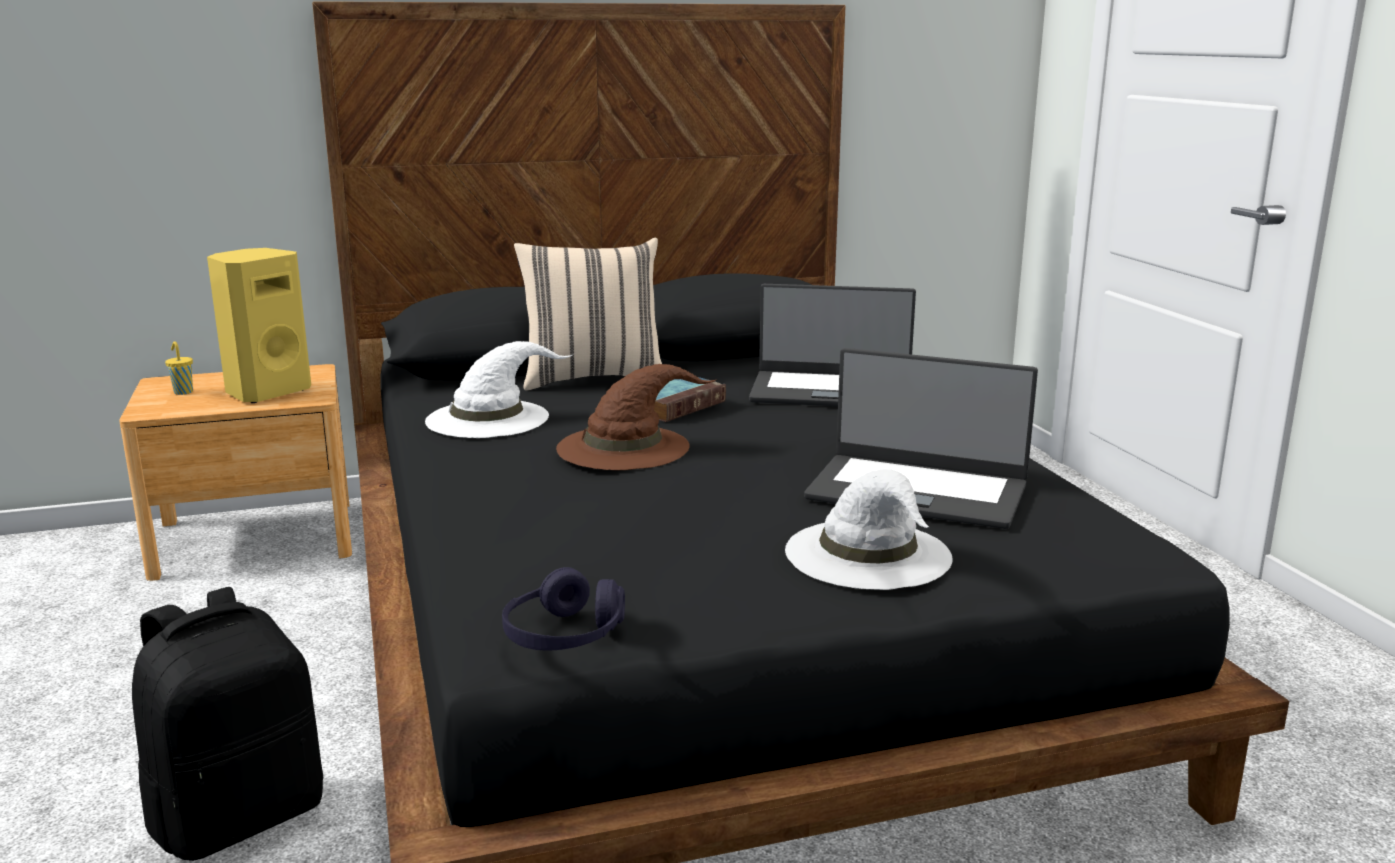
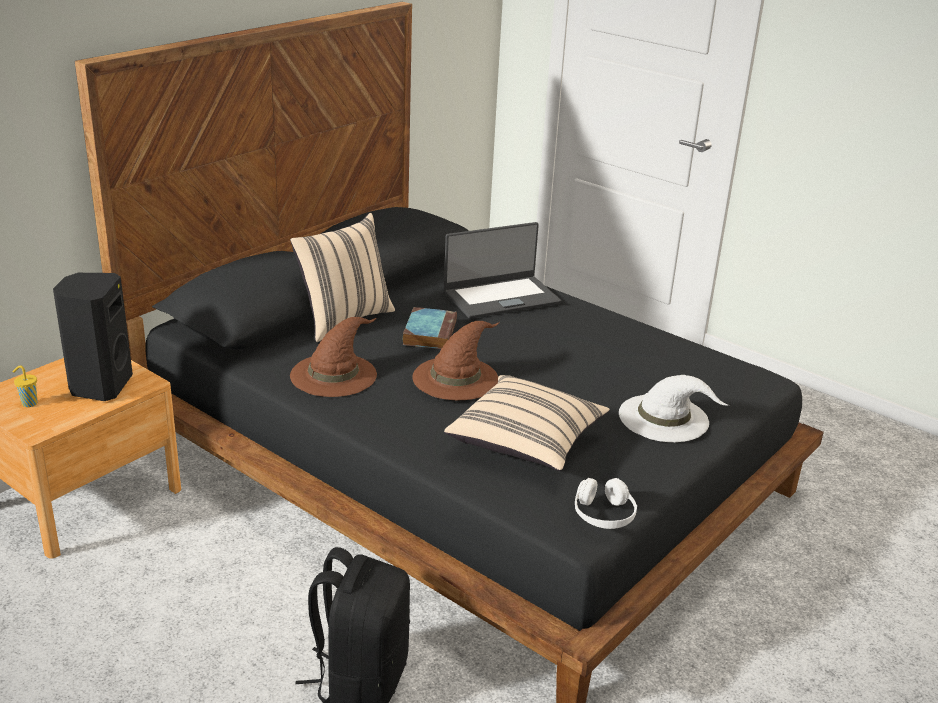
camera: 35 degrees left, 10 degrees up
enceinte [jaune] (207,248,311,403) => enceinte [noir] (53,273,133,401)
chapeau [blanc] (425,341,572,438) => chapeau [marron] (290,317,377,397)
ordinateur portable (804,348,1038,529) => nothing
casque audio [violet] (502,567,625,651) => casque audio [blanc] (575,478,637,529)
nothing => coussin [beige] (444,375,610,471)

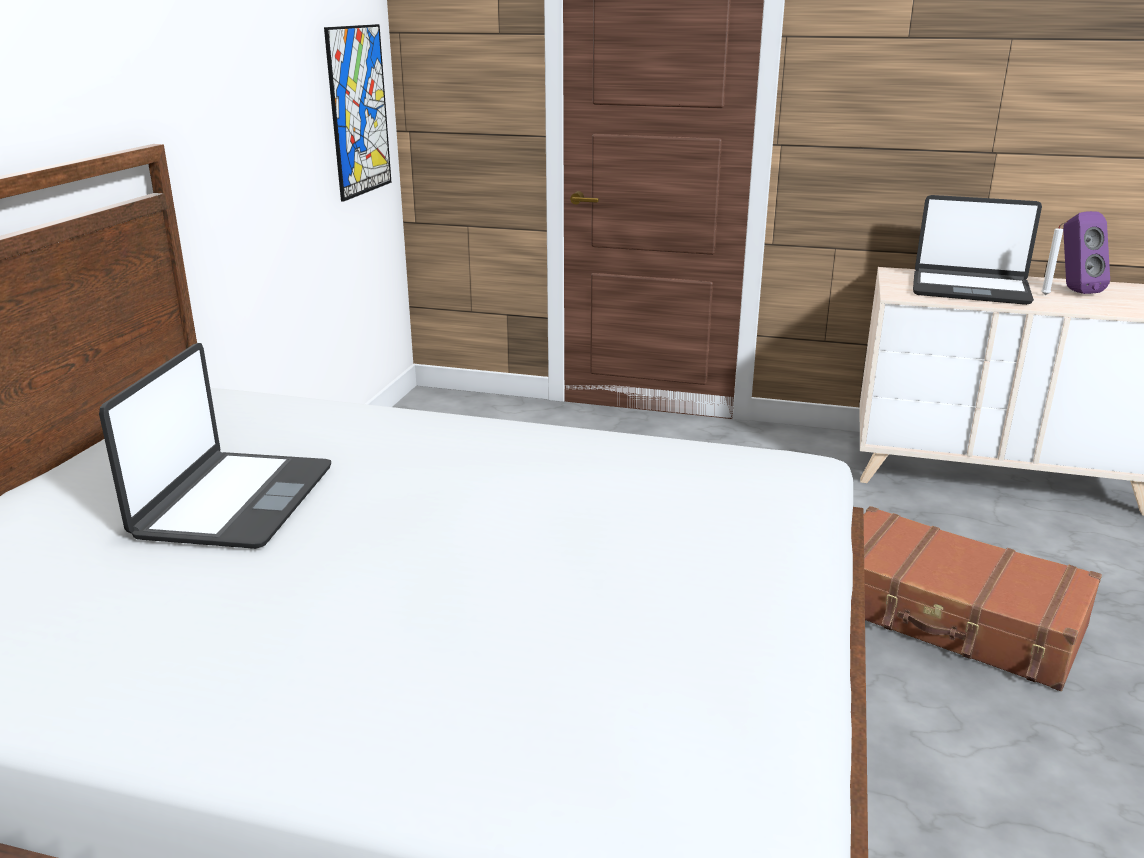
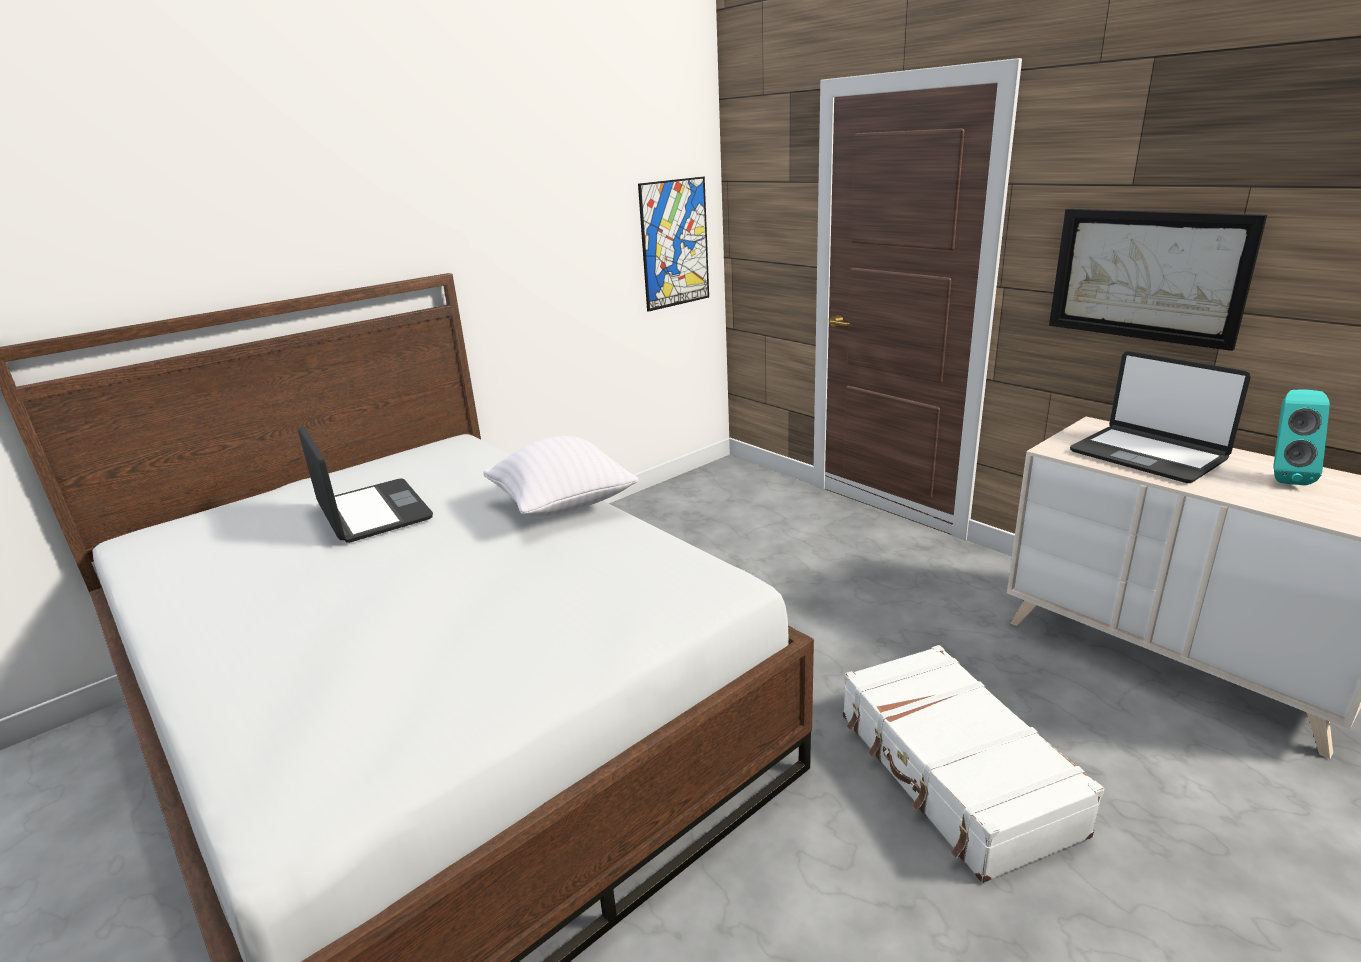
camera: 35 degrees right, 0 degrees up
enceinte [violet] (1063,211,1110,294) => enceinte [turquoise] (1273,389,1330,485)
bougie [blanc] (1041,221,1068,295) => nothing
ordinateur portable (99,343,331,549) => ordinateur portable (298,425,433,543), 75 degrees counterclockwise
valise [marron] (864,506,1102,691) => valise [blanc] (843,645,1104,883)
nothing => tableau (1049,209,1267,351)
nothing => coussin [blanc] (483,436,639,516)

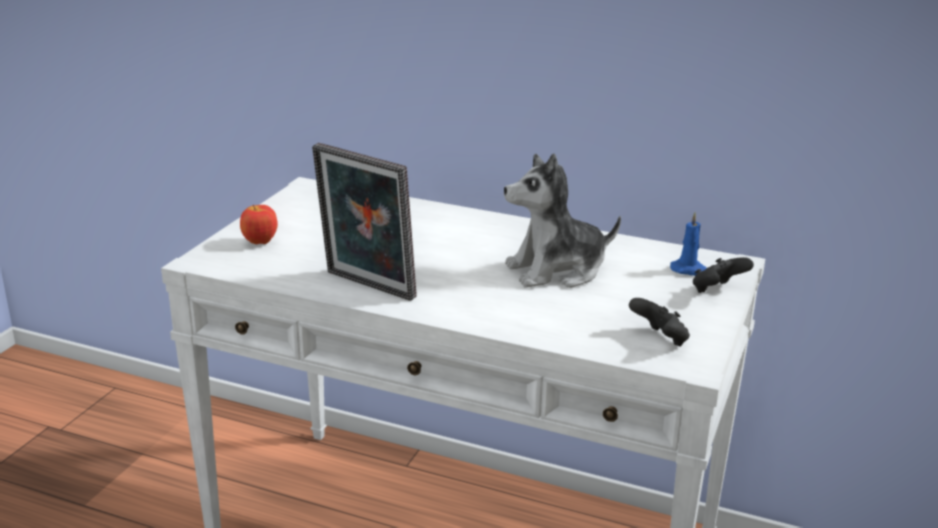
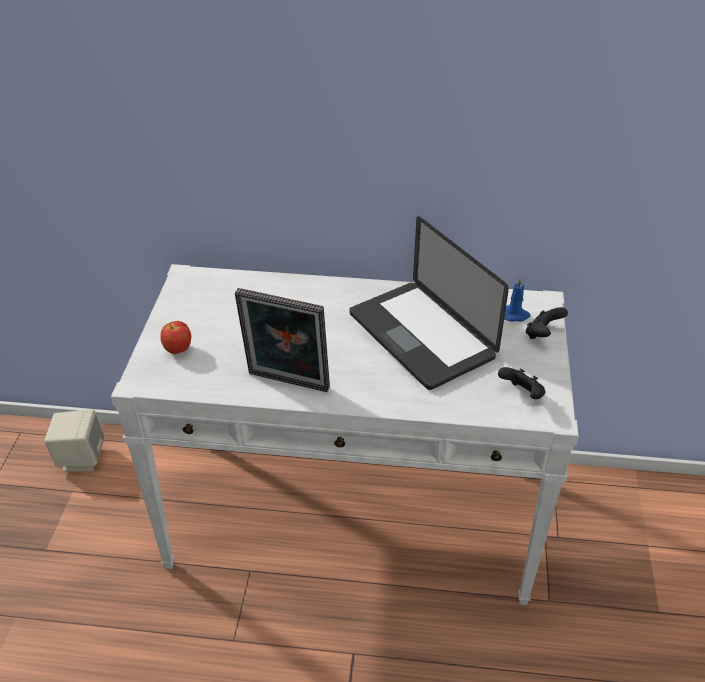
camera: 15 degrees left, 15 degrees up
peluche (504,153,621,288) => ordinateur portable (349,216,509,390)
nothing => enceinte [beige] (44,409,105,472)

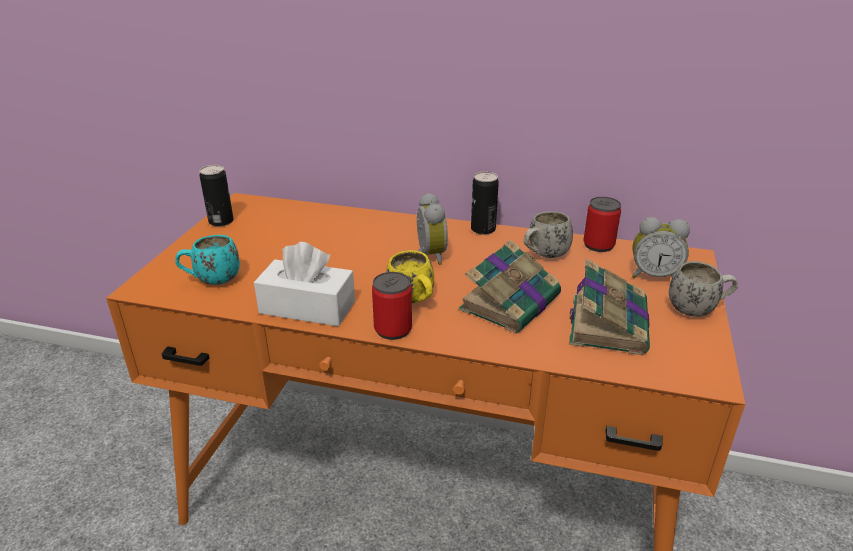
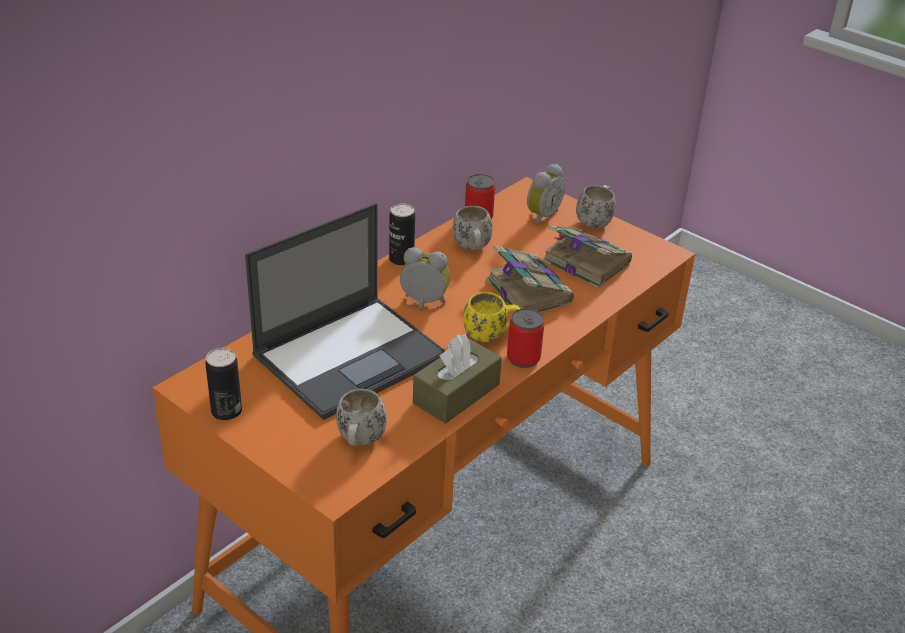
camera: 65 degrees left, 5 degrees up
mug [turquoise] (175,235,240,285) => mug [blanc] (336,389,387,446)
boîte à mouchoirs [blanc] (254,242,355,327) => boîte à mouchoirs [marron] (413,334,502,424)
nothing => ordinateur portable (245,203,446,420)

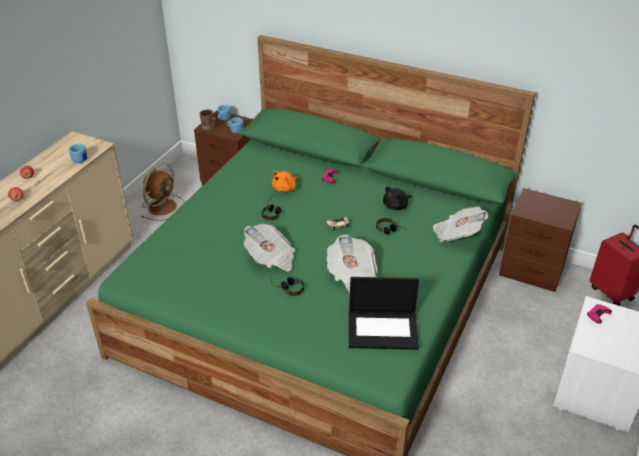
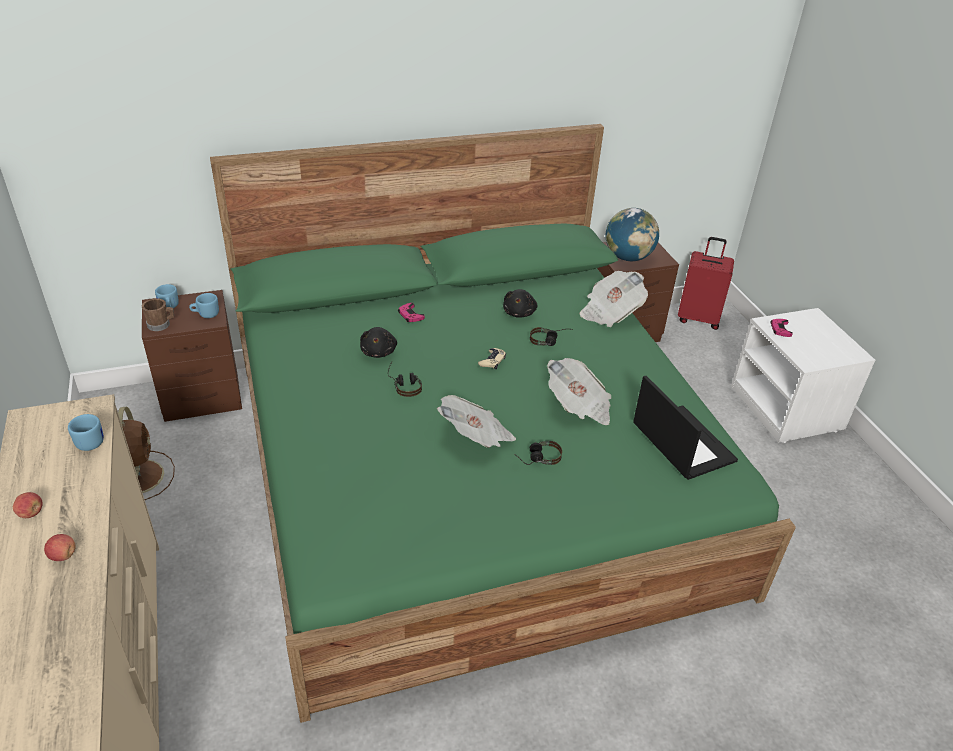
camera: 45 degrees left, 0 degrees up
peluche [orange] (272,171,299,192) => peluche [noir] (360,327,397,358)
ordinateur portable (349,277,419,350) => ordinateur portable (633,376,738,480), 75 degrees counterclockwise
nothing => globe (606,208,659,261)

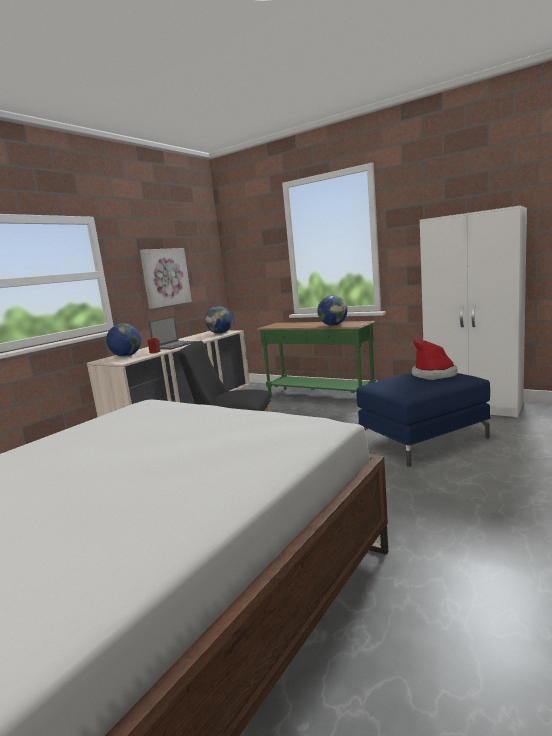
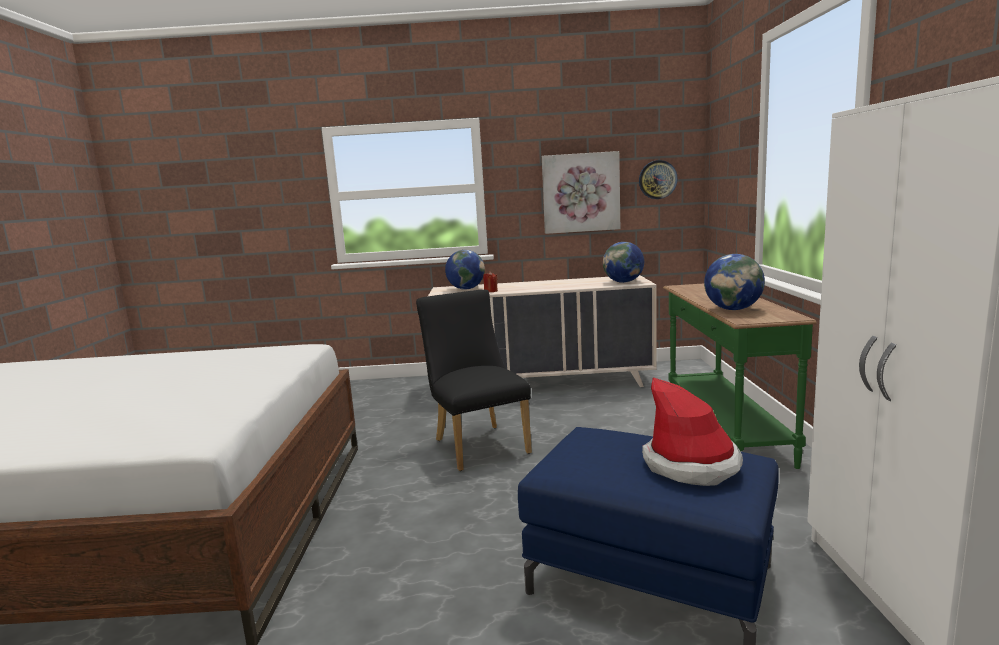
camera: 55 degrees right, 0 degrees up
ordinateur portable (148,316,197,349) => nothing
nothing => horloge murale (639,160,678,199)

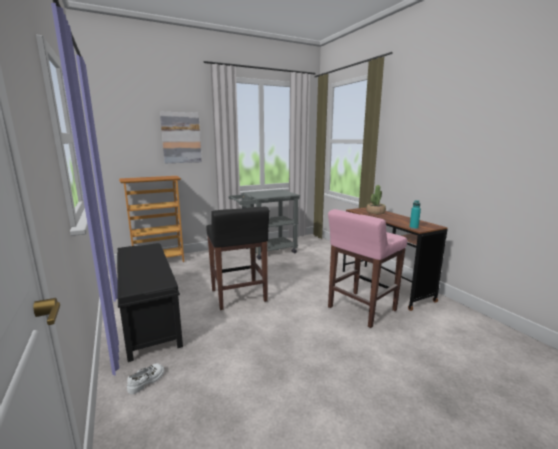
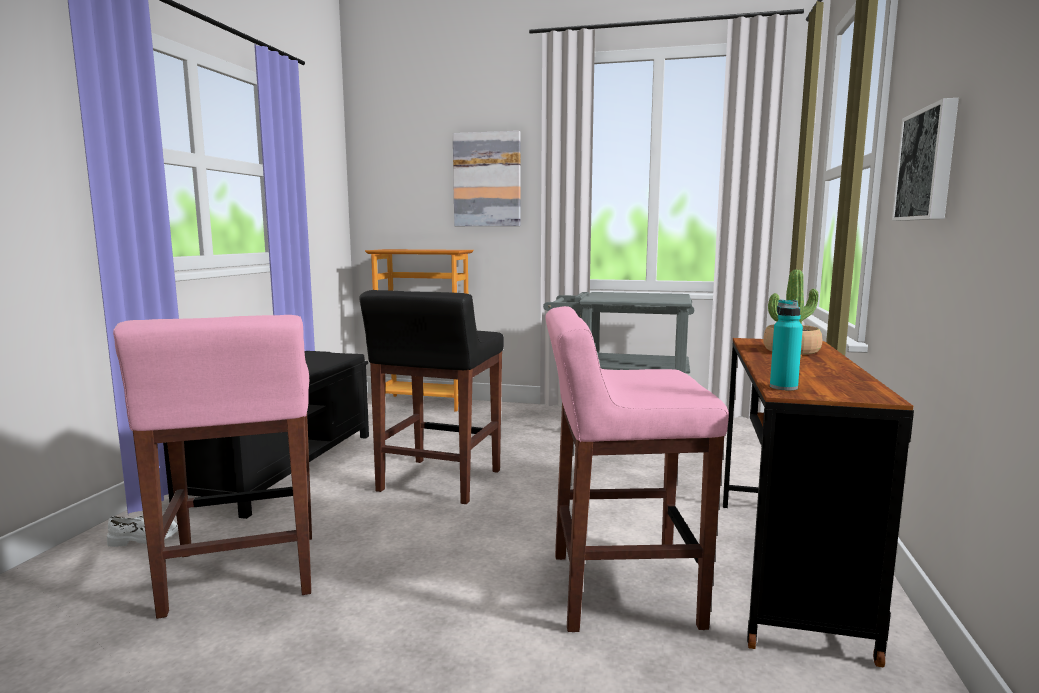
camera: 40 degrees right, 5 degrees down
nothing => tableau (892,98,959,221)
nothing => tabouret [rose] (113,315,312,619)

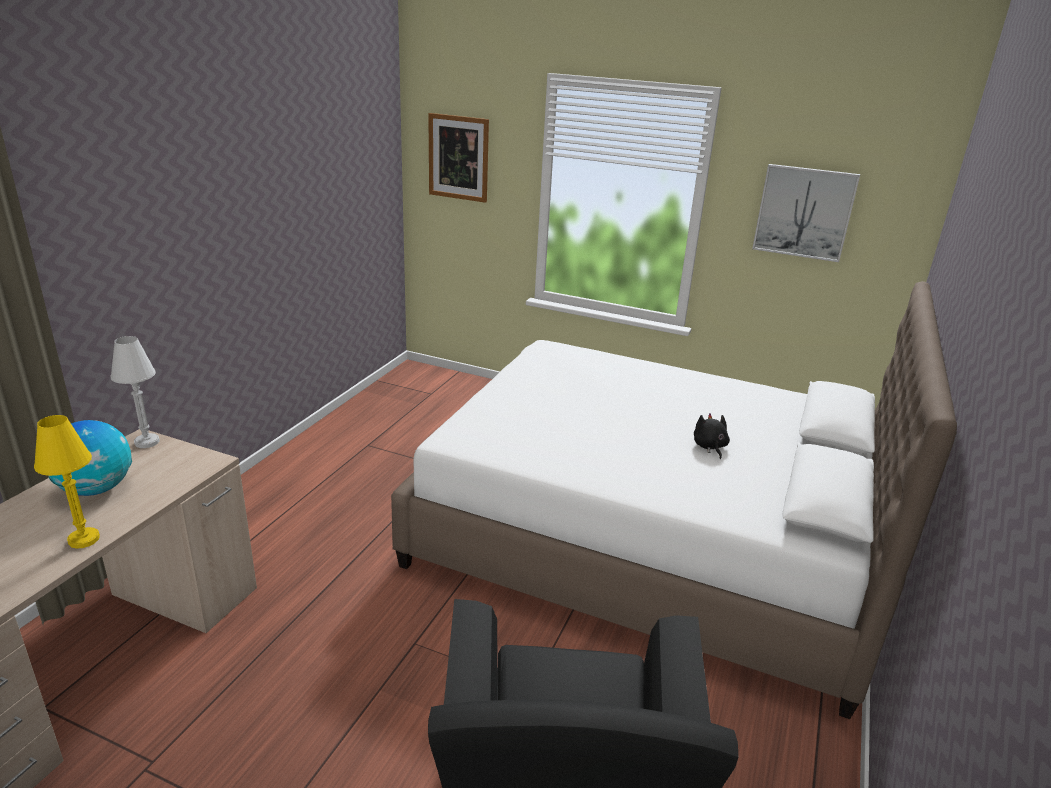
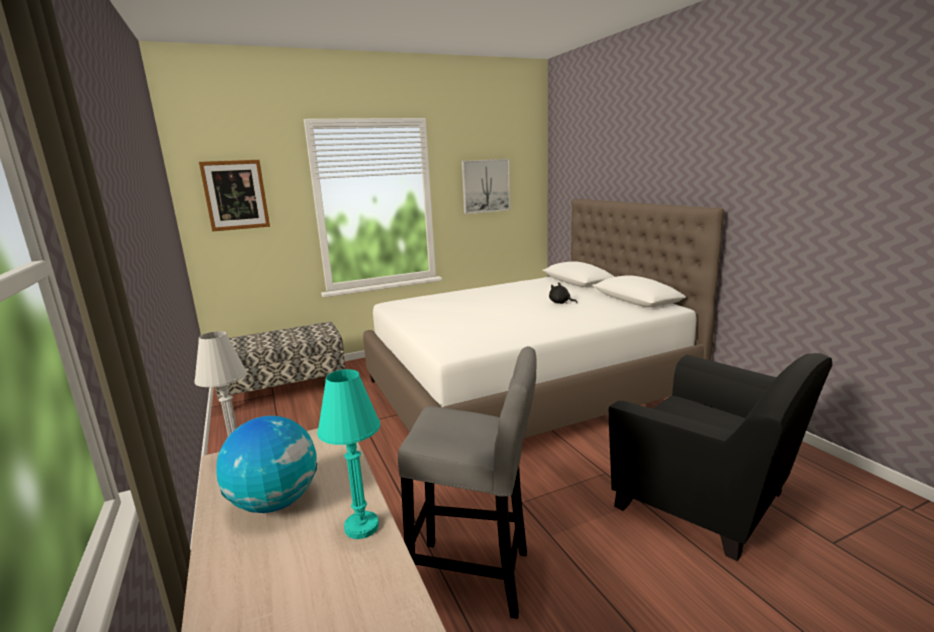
camera: 45 degrees left, 10 degrees down
lampe de table [jaune] (34,415,100,549) => lampe de table [turquoise] (317,369,380,539)
nothing => banc (215,322,346,398)
nothing => tabouret [gris] (398,346,537,619)

